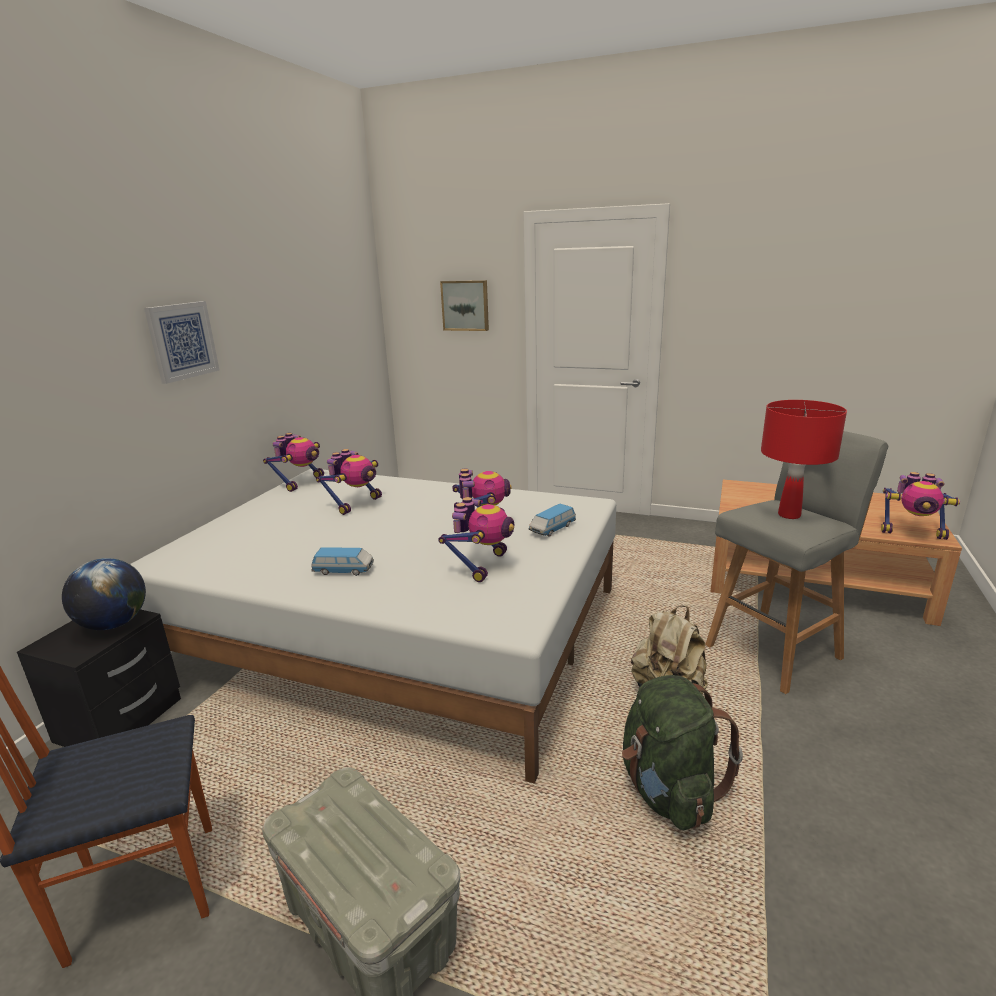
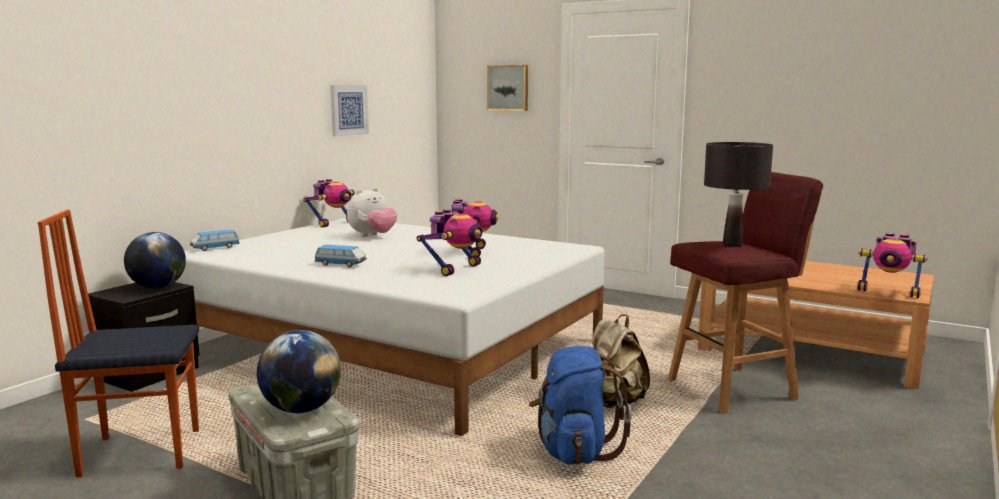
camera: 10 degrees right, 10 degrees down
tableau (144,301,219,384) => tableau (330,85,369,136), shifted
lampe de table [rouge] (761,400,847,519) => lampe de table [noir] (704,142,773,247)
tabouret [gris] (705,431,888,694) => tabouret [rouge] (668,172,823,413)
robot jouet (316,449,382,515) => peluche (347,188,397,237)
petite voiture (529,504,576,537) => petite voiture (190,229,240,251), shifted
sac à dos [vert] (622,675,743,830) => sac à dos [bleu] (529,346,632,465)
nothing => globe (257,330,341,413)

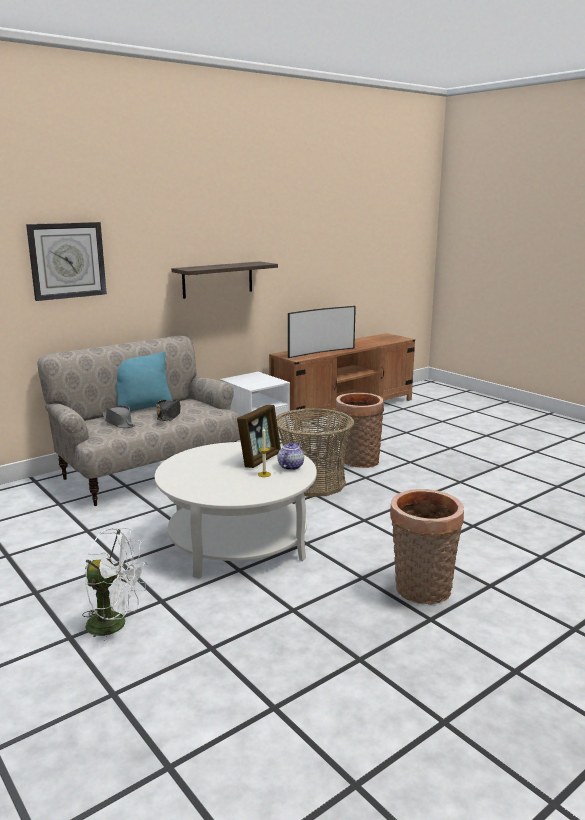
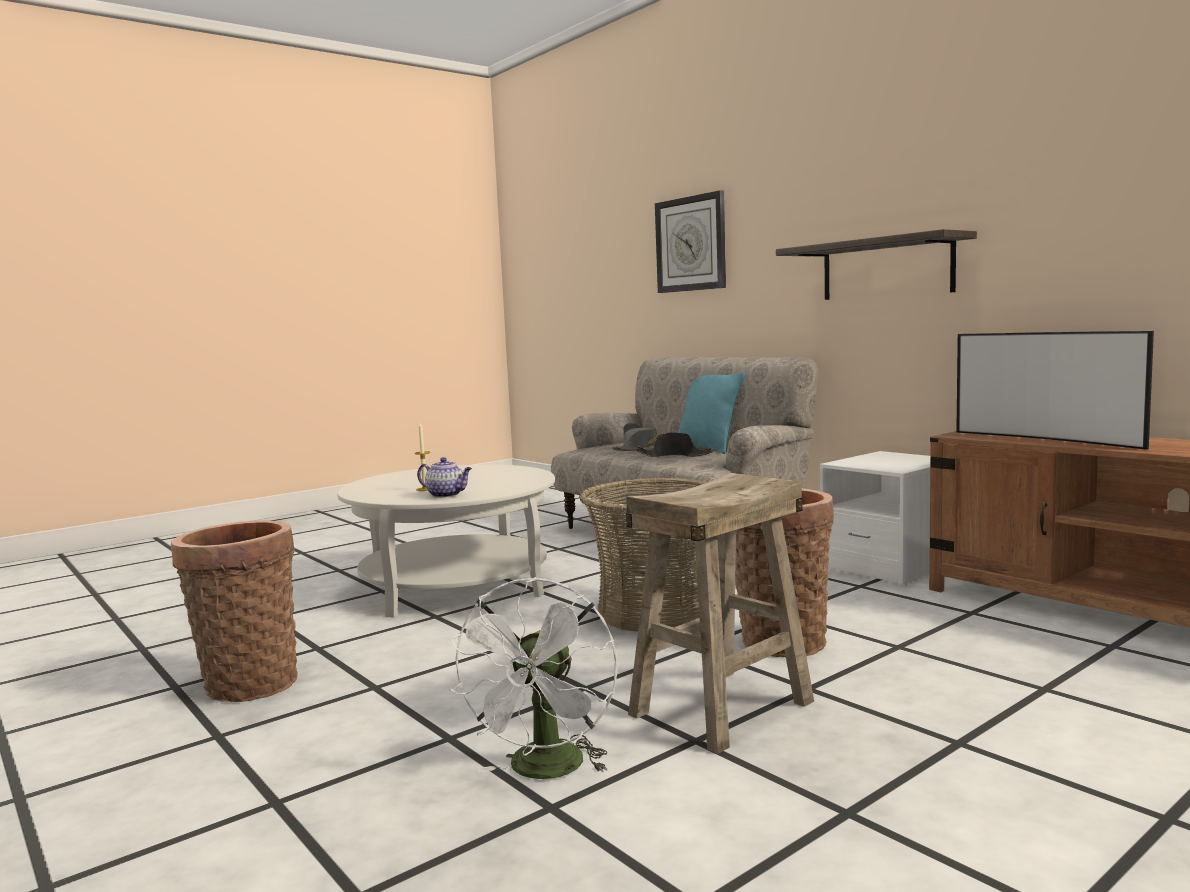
camera: 90 degrees right, 10 degrees down
cadre photo (237,405,281,468) => nothing
ventilateur [blanc] (82,528,148,647) => ventilateur [blanc] (449,577,618,779), shifted
nothing => tabouret [beige] (626,473,814,754)

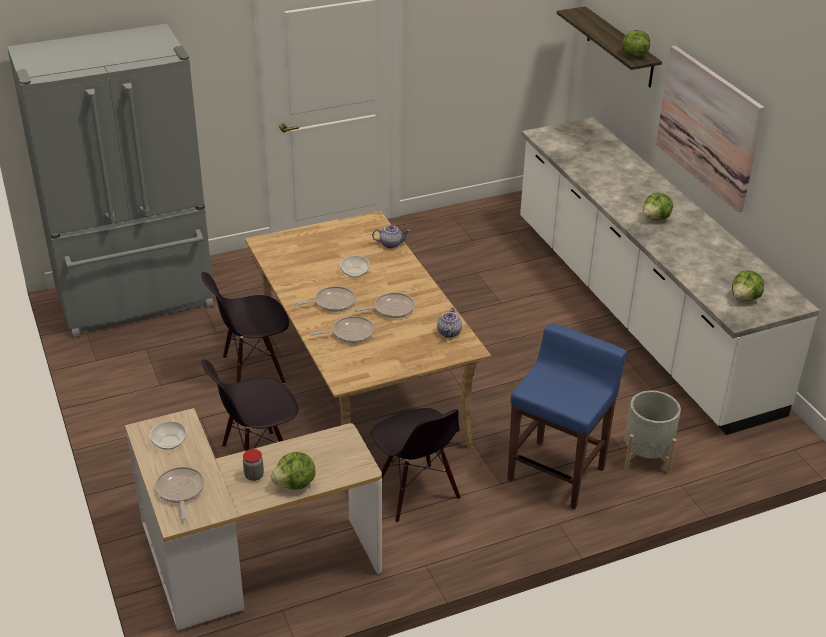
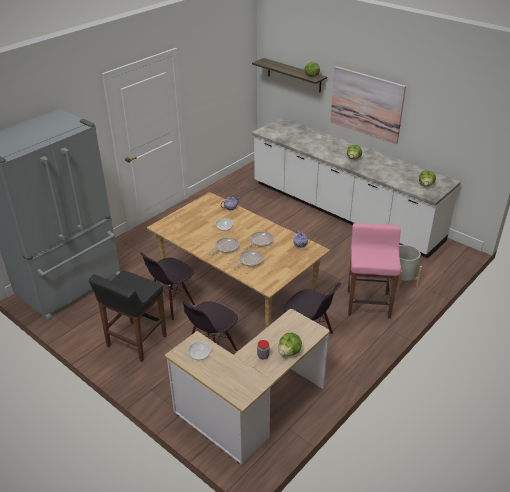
camera: 25 degrees left, 0 degrees up
tabouret [bleu] (507,323,627,509) => tabouret [rose] (348,223,401,319)
poêle (155,467,204,520) => nothing
nothing => tabouret [noir] (89,271,167,362)

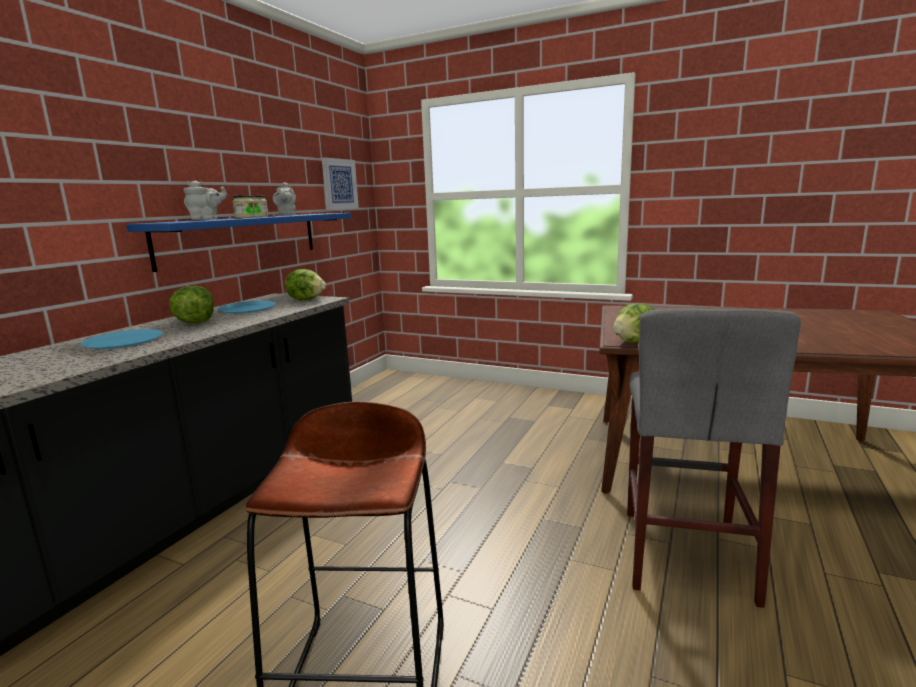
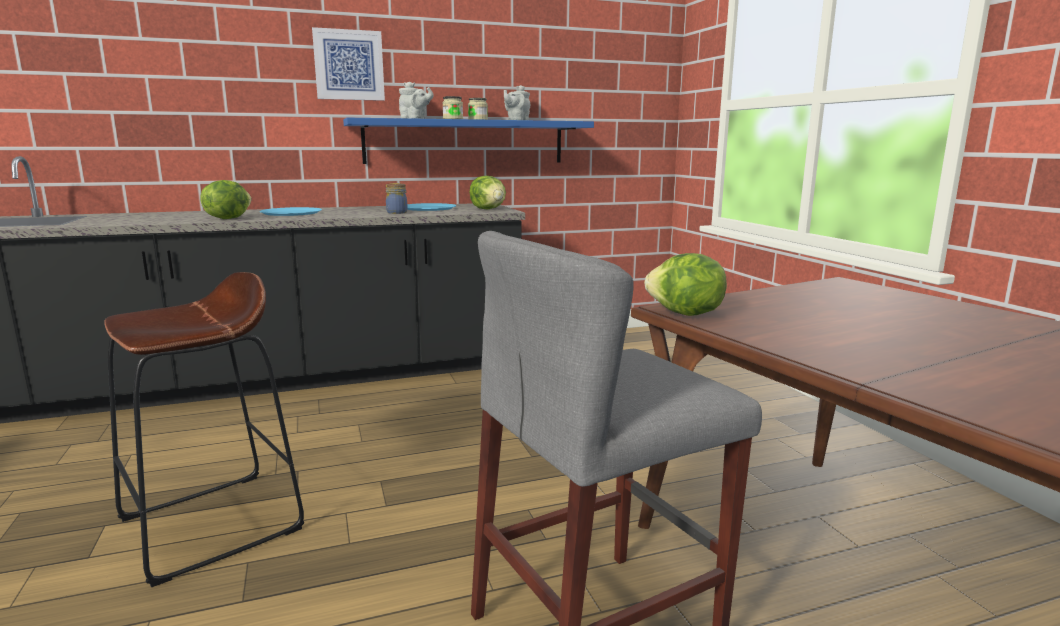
camera: 45 degrees right, 0 degrees up
tableau (322,157,359,210) => tableau (312,27,385,101), shifted
laitue (169,286,214,323) => laitue (201,180,252,219), shifted
nothing => bocal (386,183,408,214)

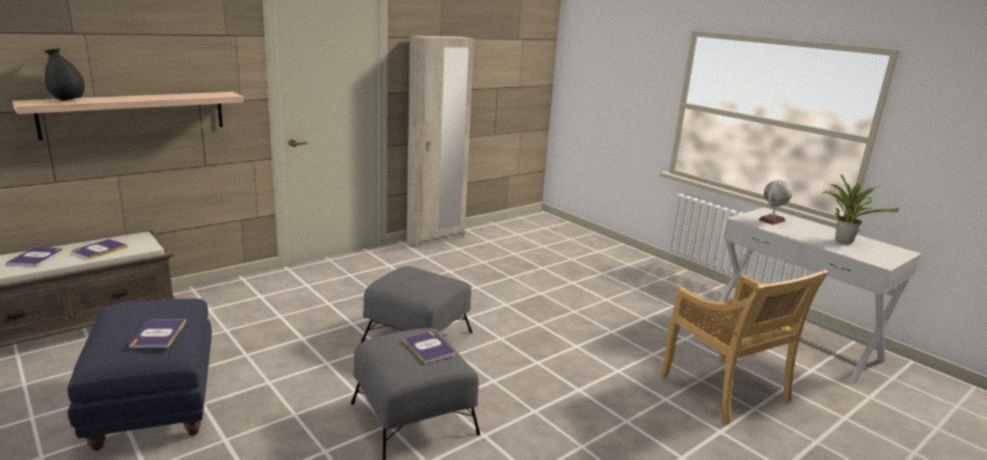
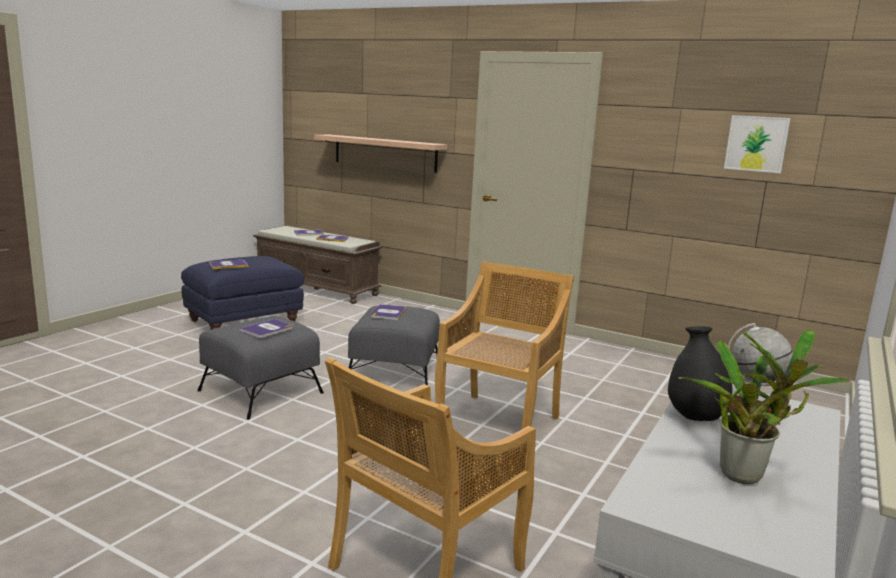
camera: 70 degrees right, 5 degrees down
armoire [beige] (407,36,474,248) => nothing
vase [noir] (44,48,85,101) => vase [noir] (668,326,732,421), shifted
nothing => tableau (724,115,791,173)
nothing => chaise [beige] (435,261,574,447)
nothing => livre (371,304,407,320)

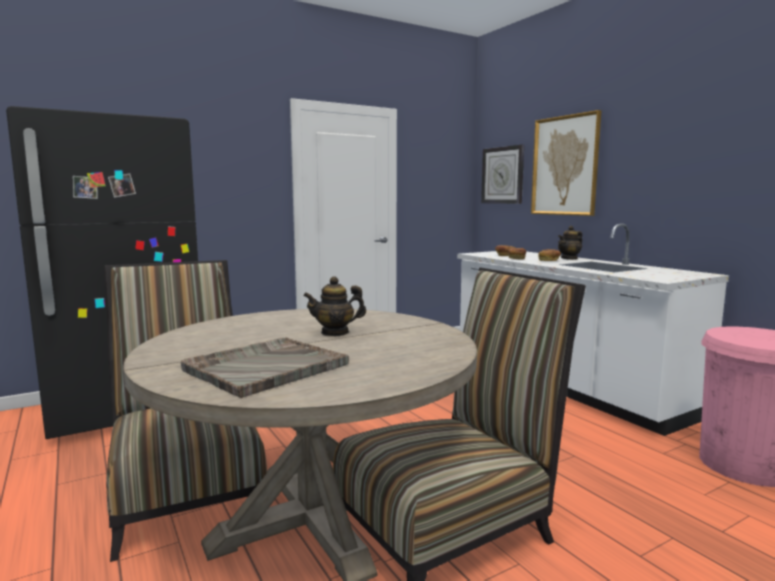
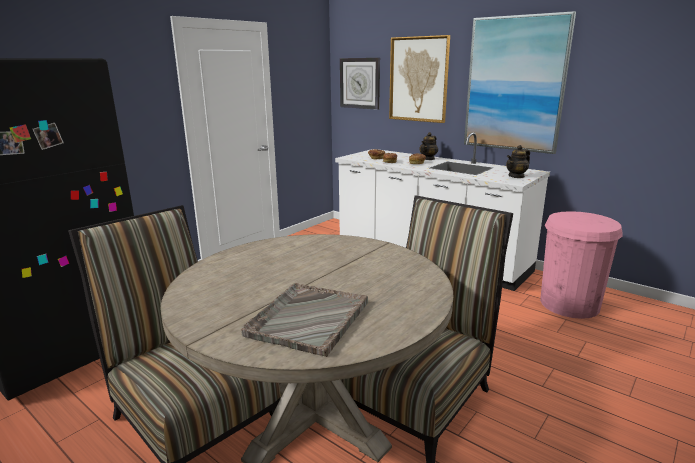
camera: 20 degrees left, 10 degrees up
théière (303,276,366,336) => théière (506,145,530,178), shifted
nothing => tableau (464,11,576,154)

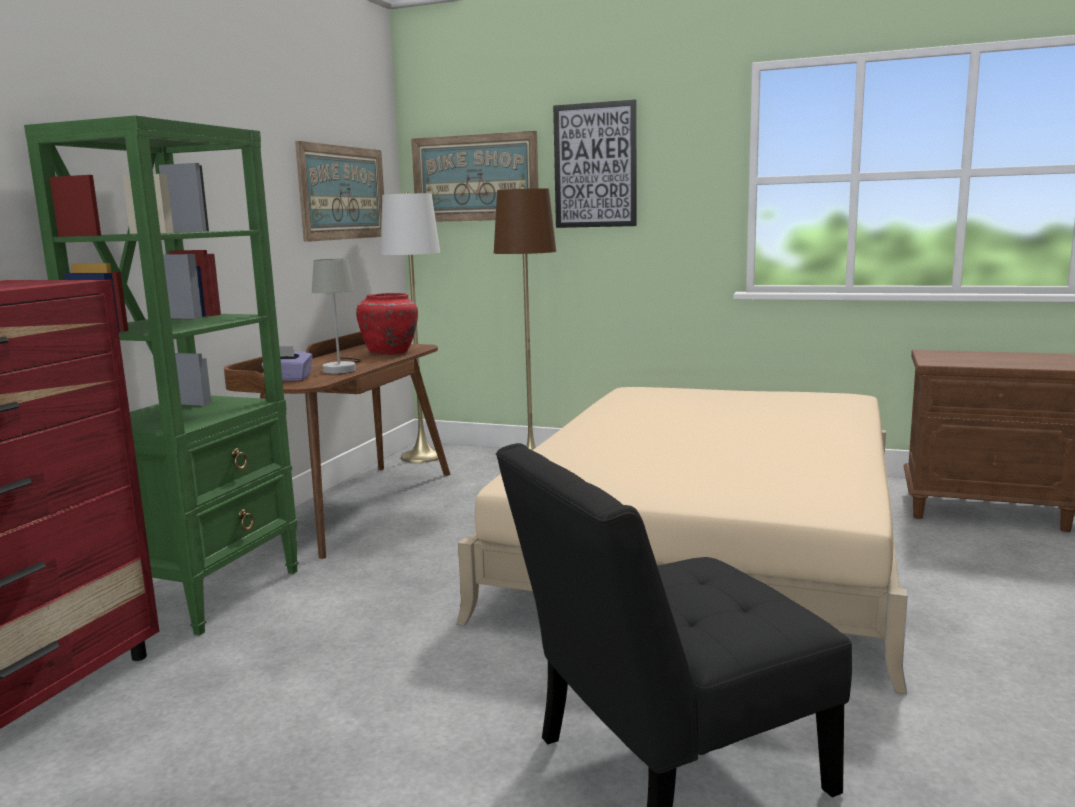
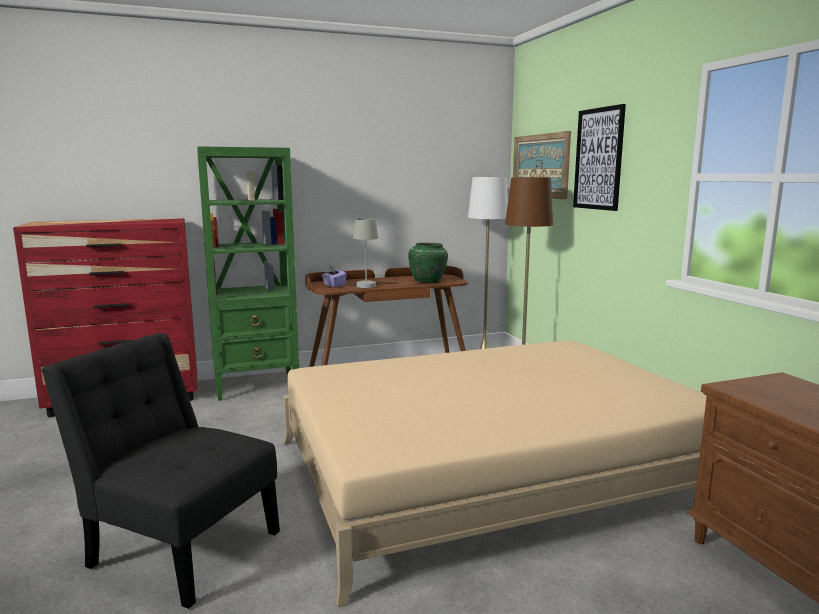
camera: 50 degrees right, 0 degrees up
tableau (295,141,384,242) => nothing
vase [rouge] (356,293,418,354) => vase [vert] (408,243,448,283)

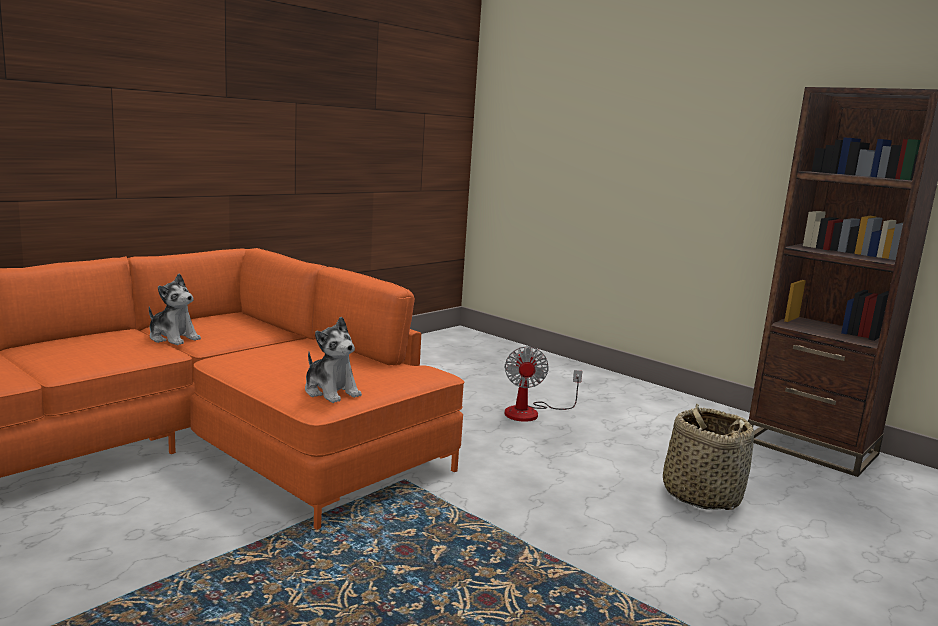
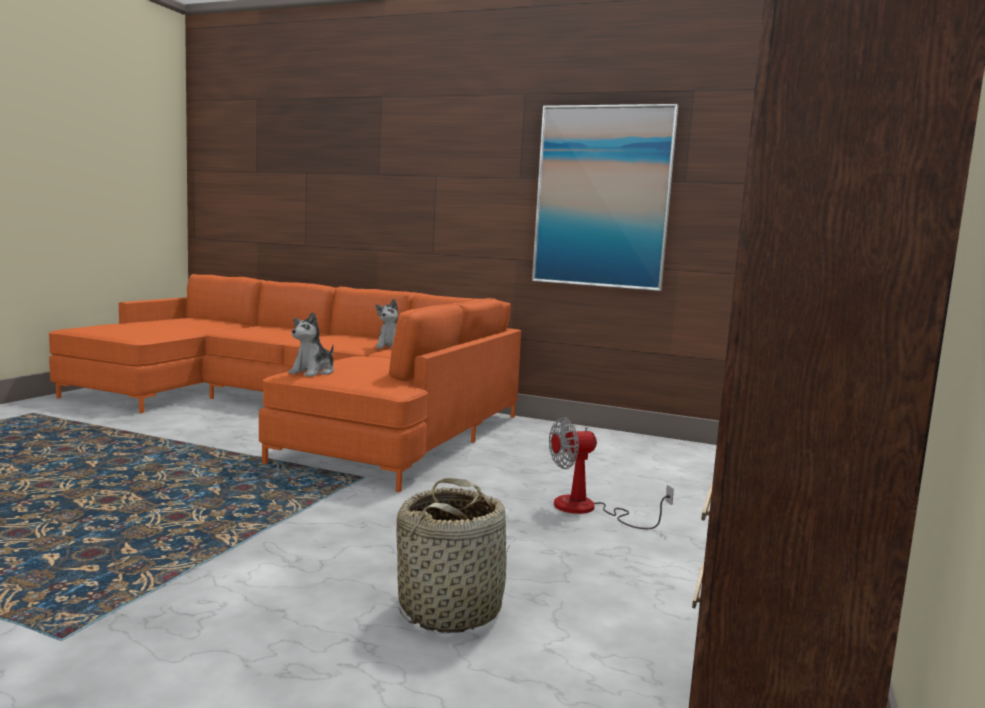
camera: 70 degrees right, 5 degrees down
nothing => tableau (532,104,678,291)

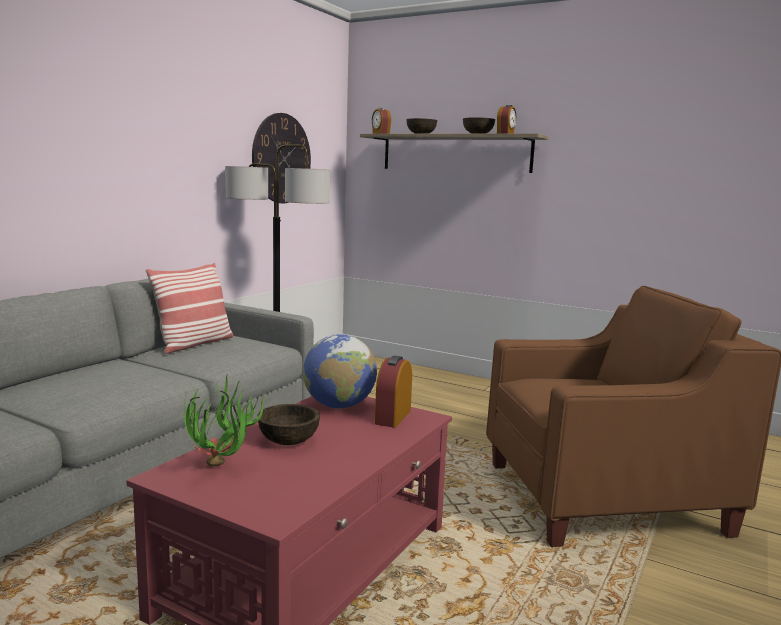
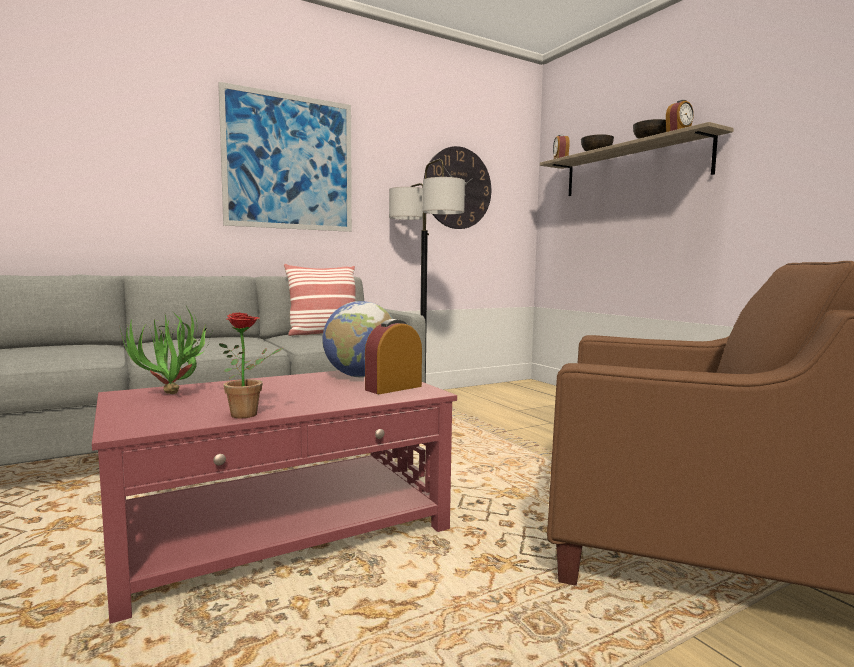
camera: 30 degrees right, 5 degrees down
bol [marron] (257,404,320,445) => nothing
nothing => tableau (218,82,352,232)
nothing => plante en pot (219,312,283,418)

